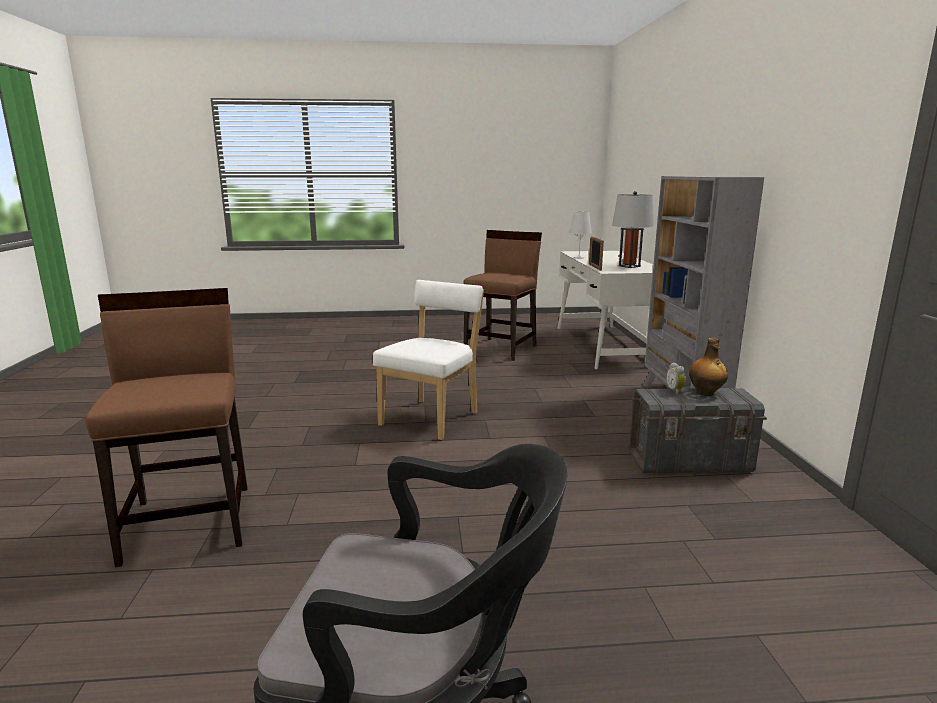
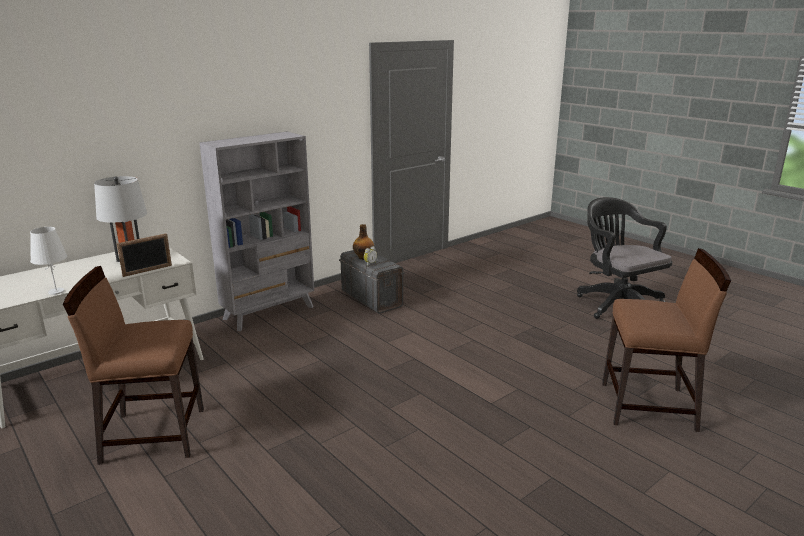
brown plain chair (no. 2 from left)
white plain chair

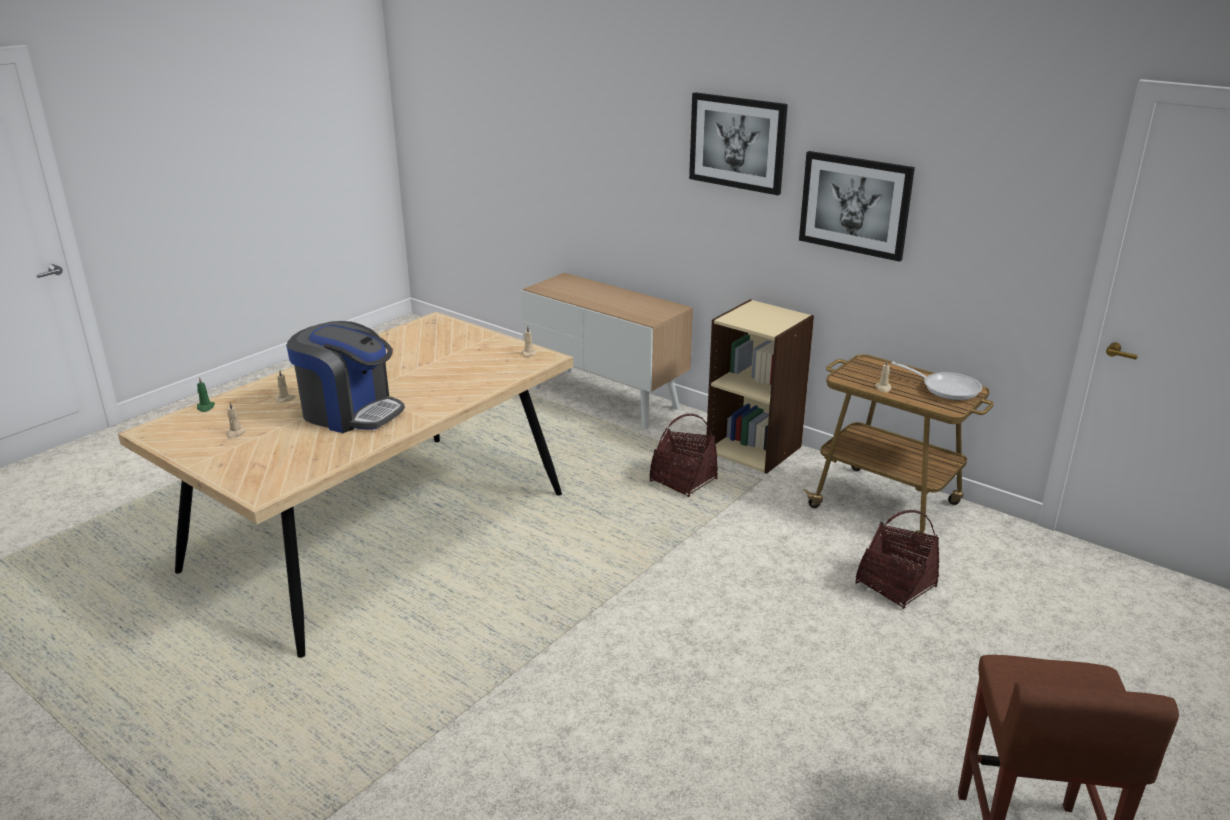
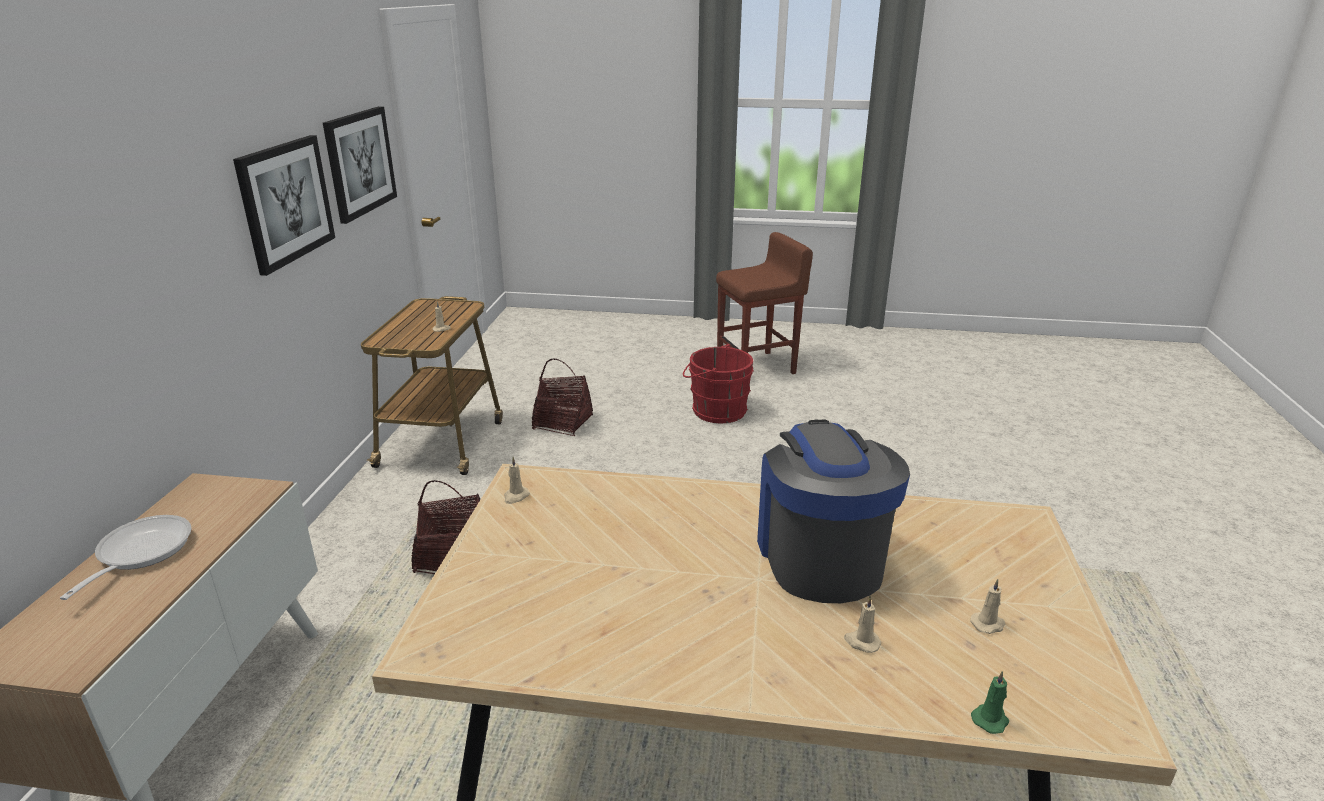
skillet
wall picture (no. 2 from left)
red water bucket
beige bookshelf

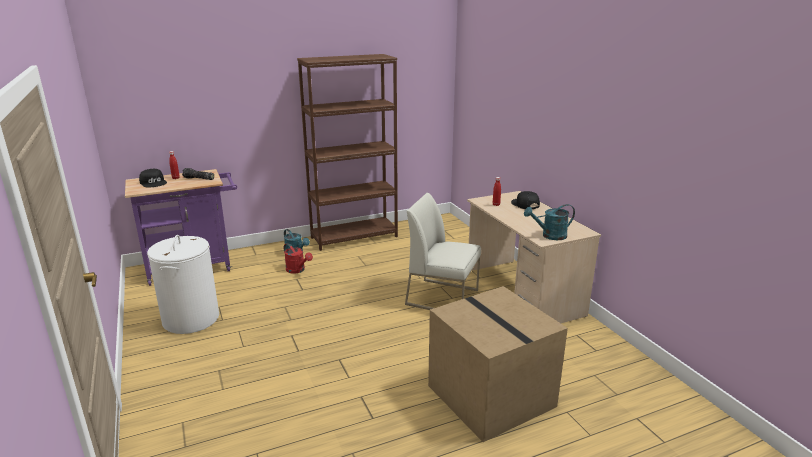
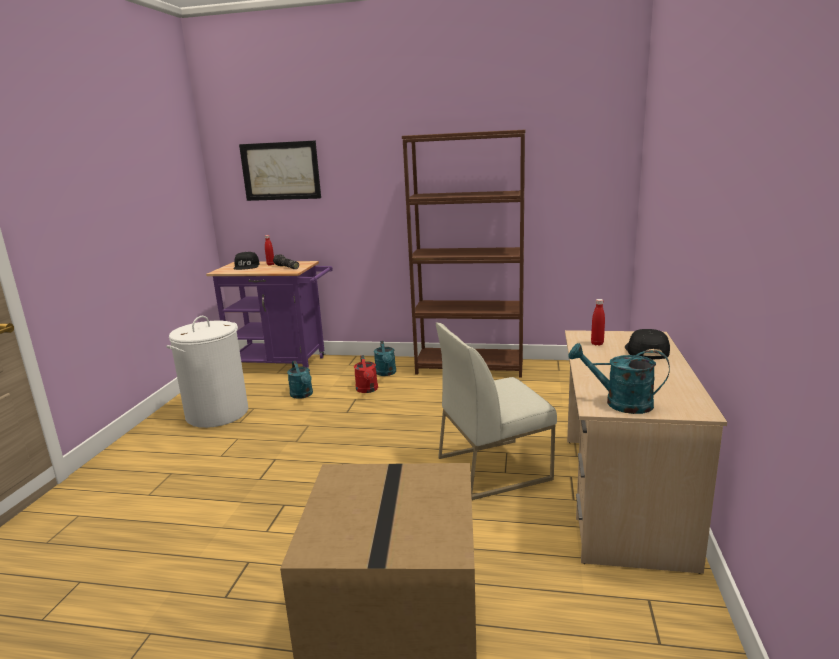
wall picture
turquoise-coloured watering pot (no. 1 from left)
white plain chair

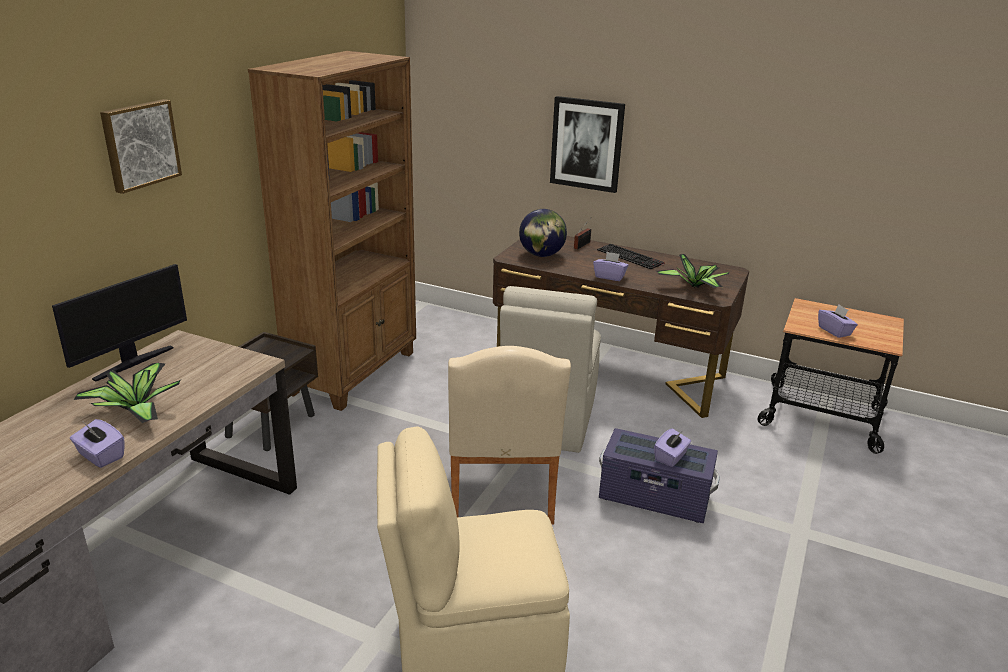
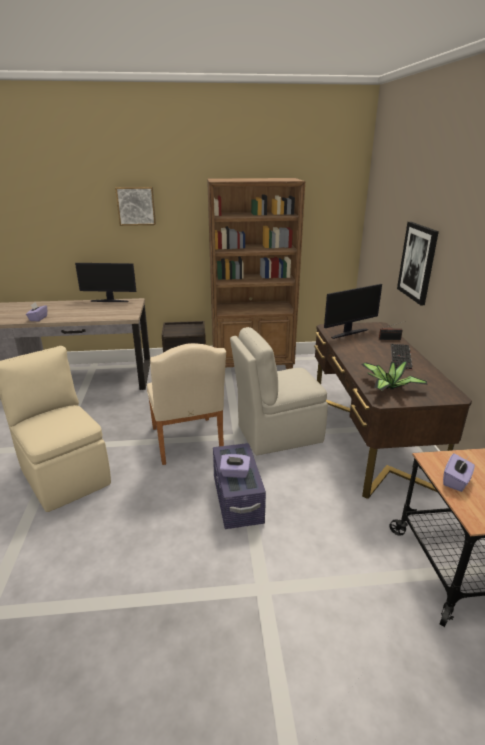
beige plain chair (no. 2 from left)
monitor (no. 2 from left)
houseplant (no. 1 from left in the first image)
purple tissue holder (no. 2 from left in the first image)

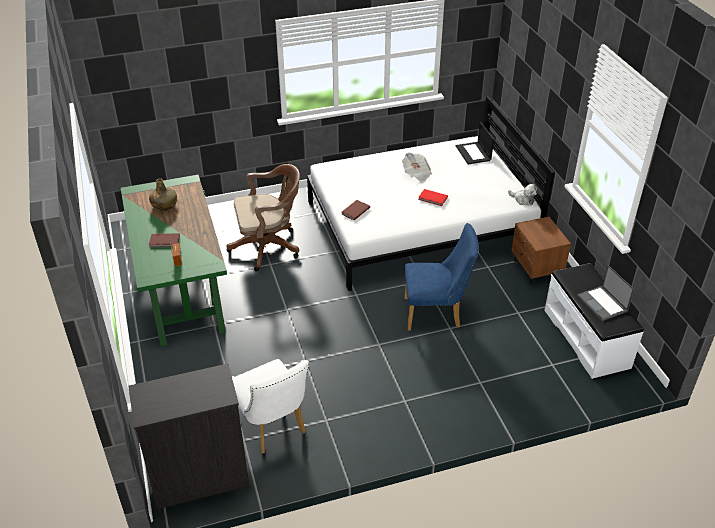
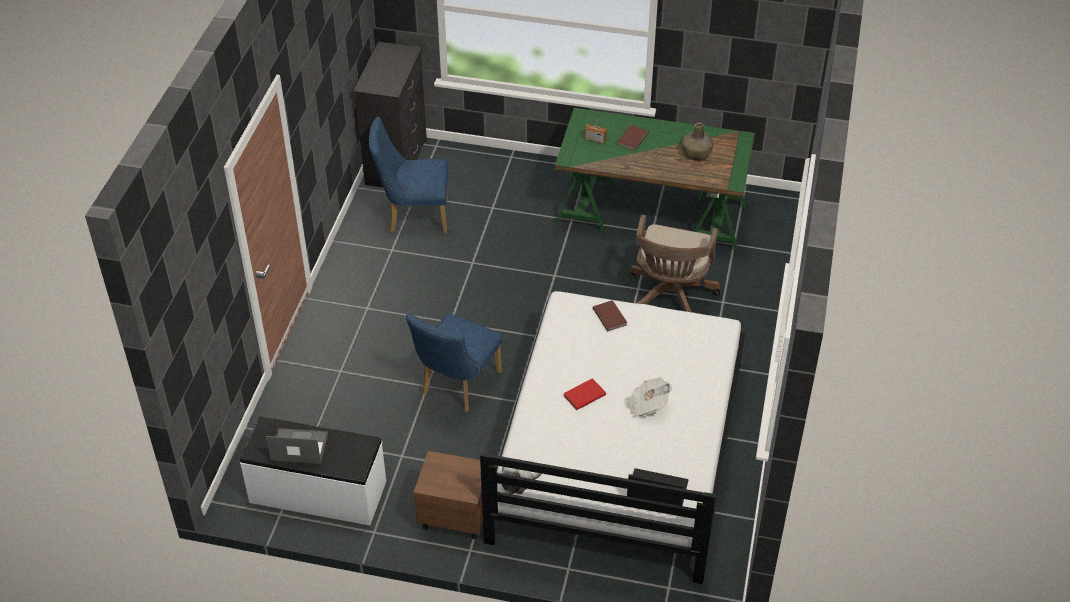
bluish plain chair (no. 1 from left)

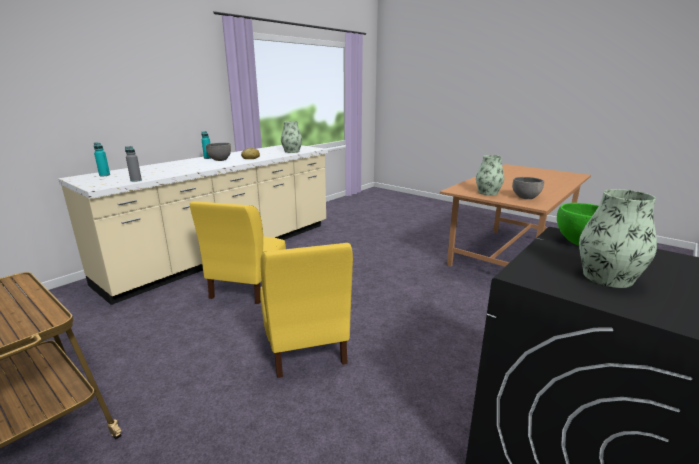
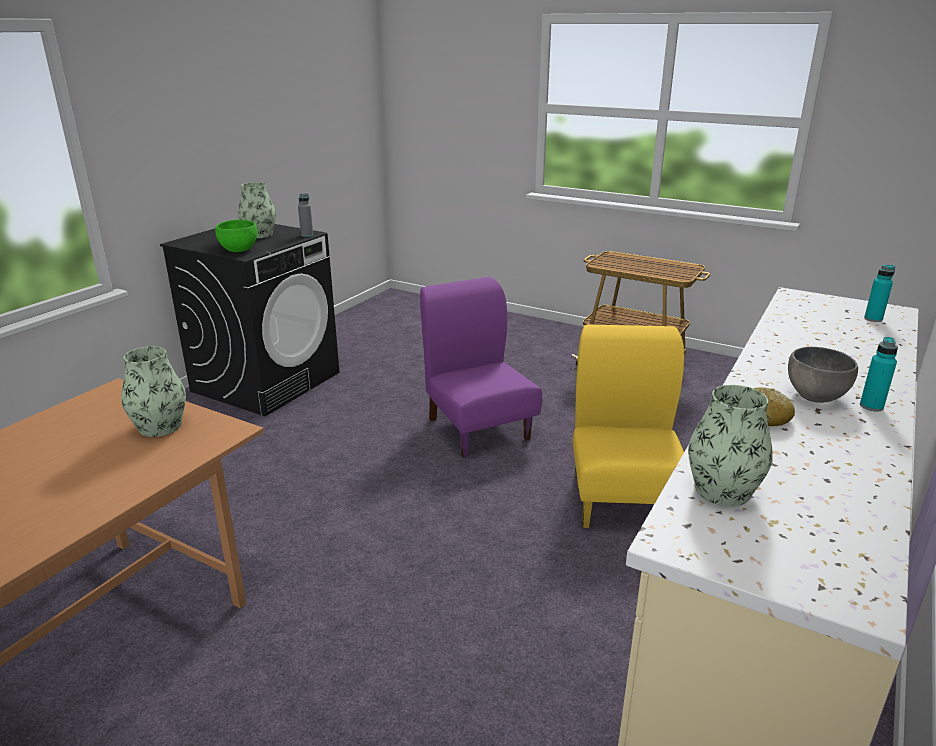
gray bottle
purple plain chair
gray deep dish (no. 2 from left in the first image)

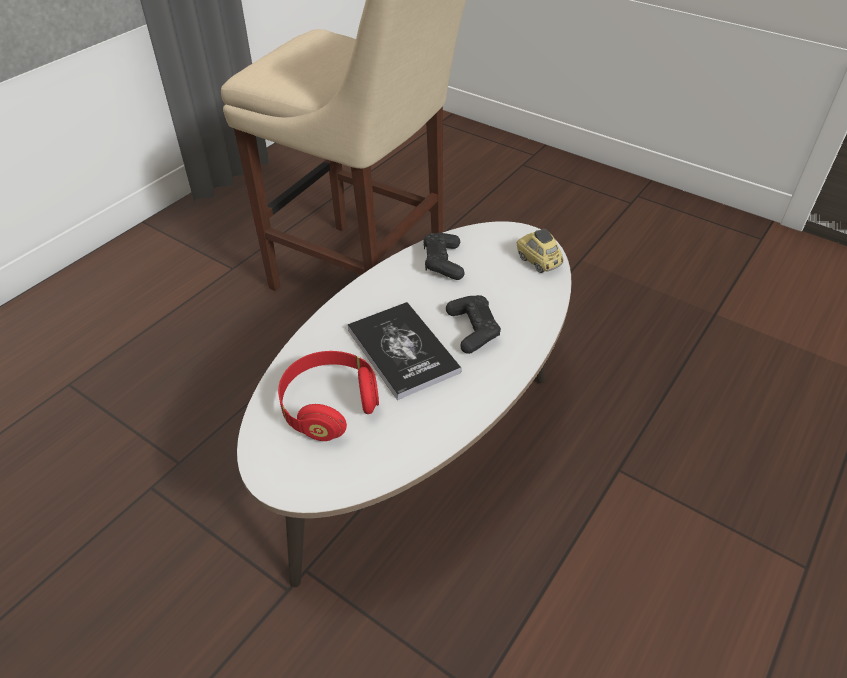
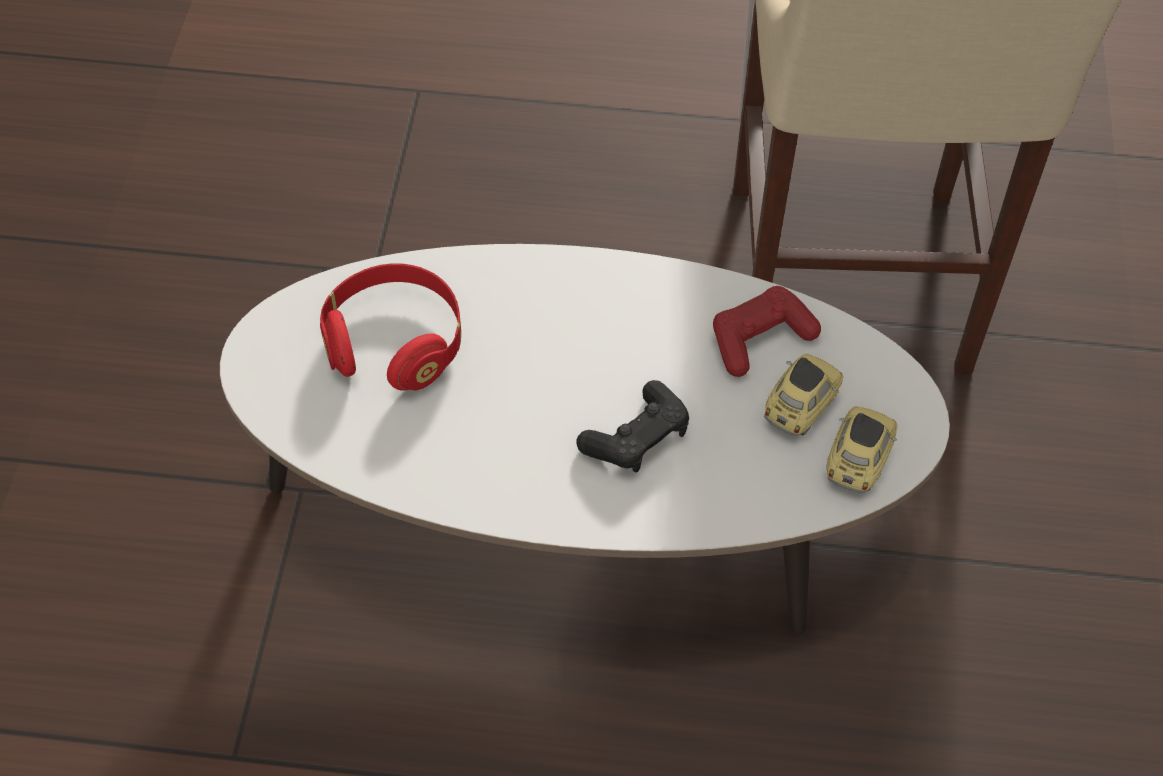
red gamepad
model car (no. 1 from left)
bound book

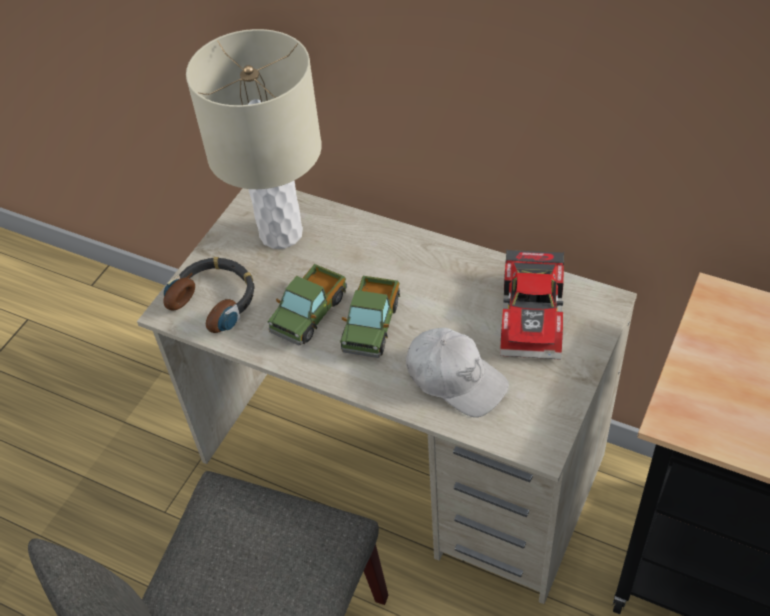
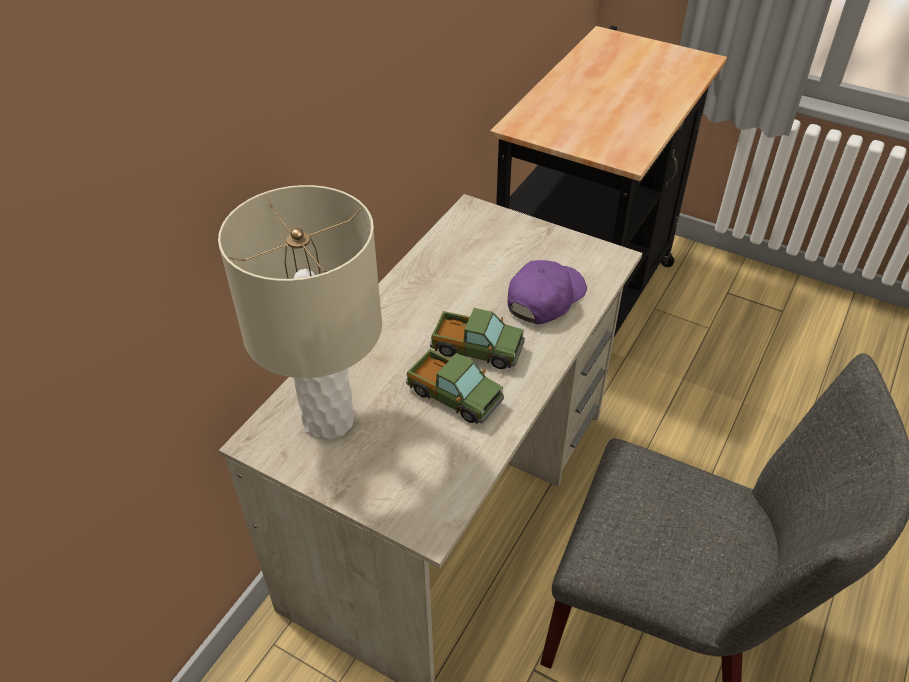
purple peaked cap
pair of headphones
model car

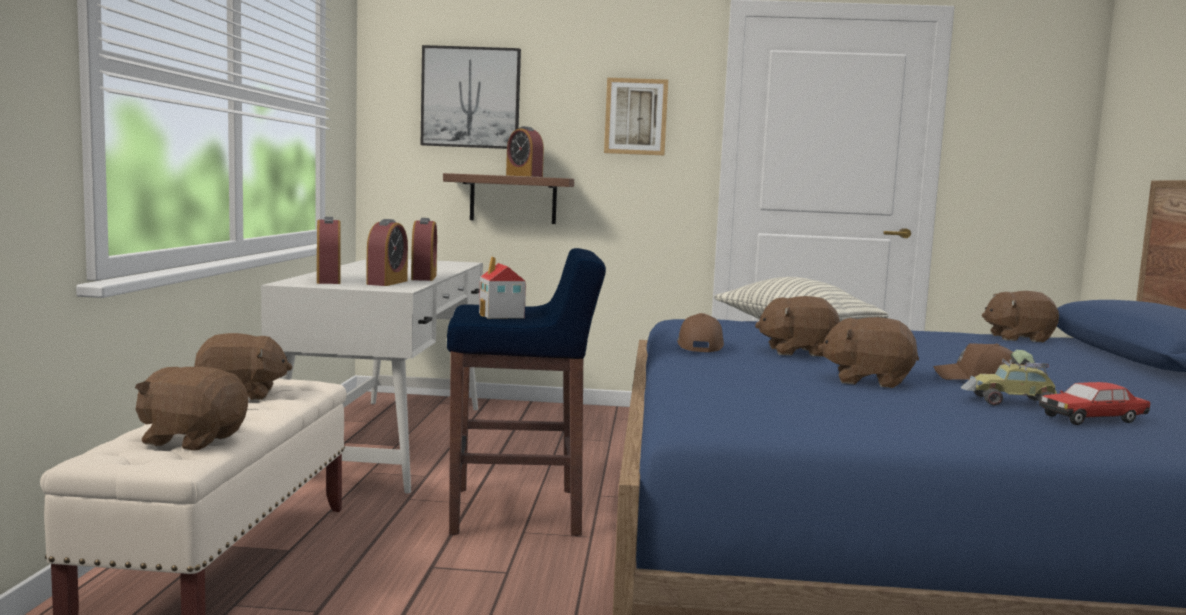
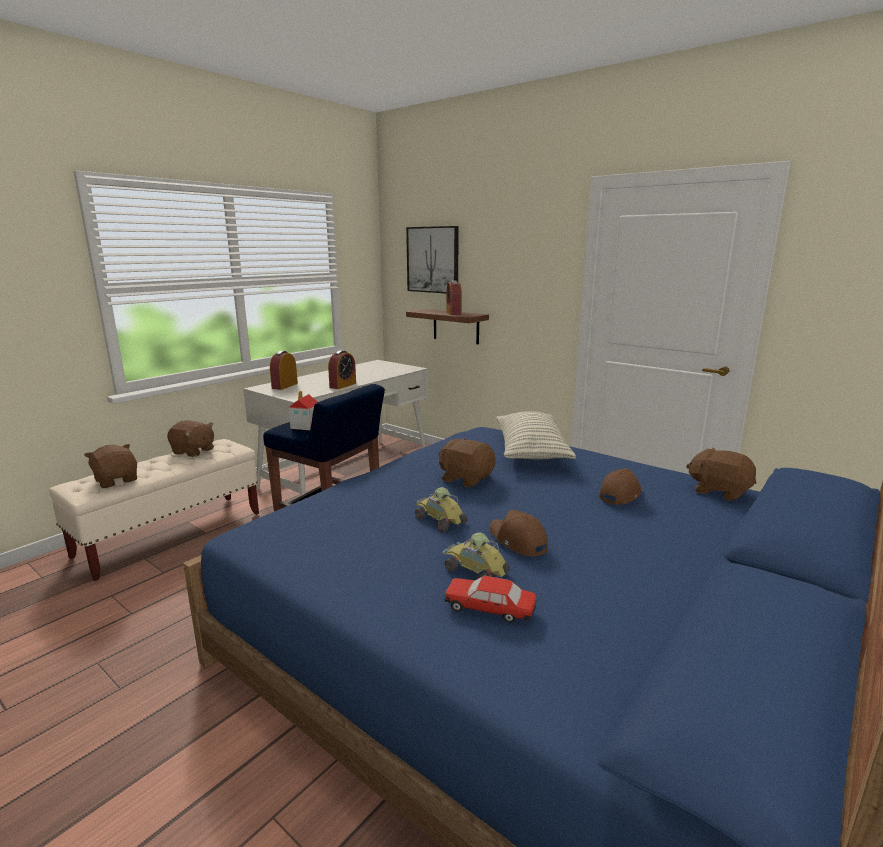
model car (no. 1 from left)
brown peaked cap (no. 2 from left)
table clock (no. 2 from left in the first image)
wall picture (no. 2 from left in the first image)

